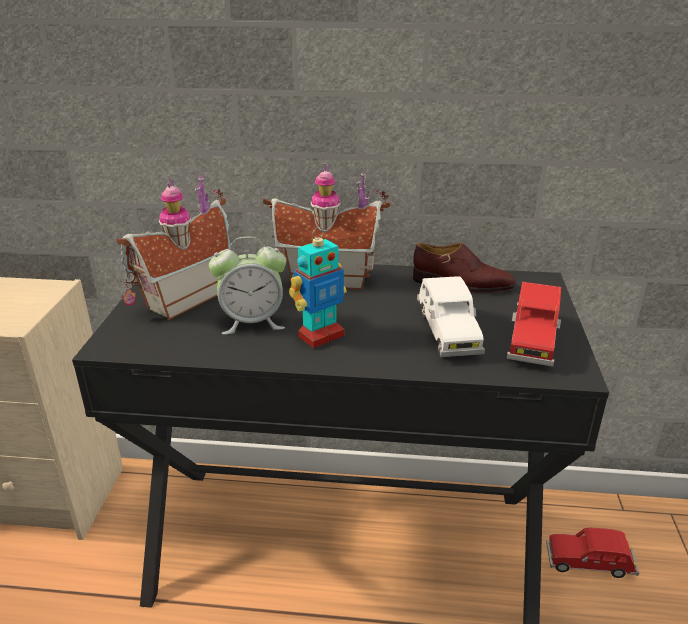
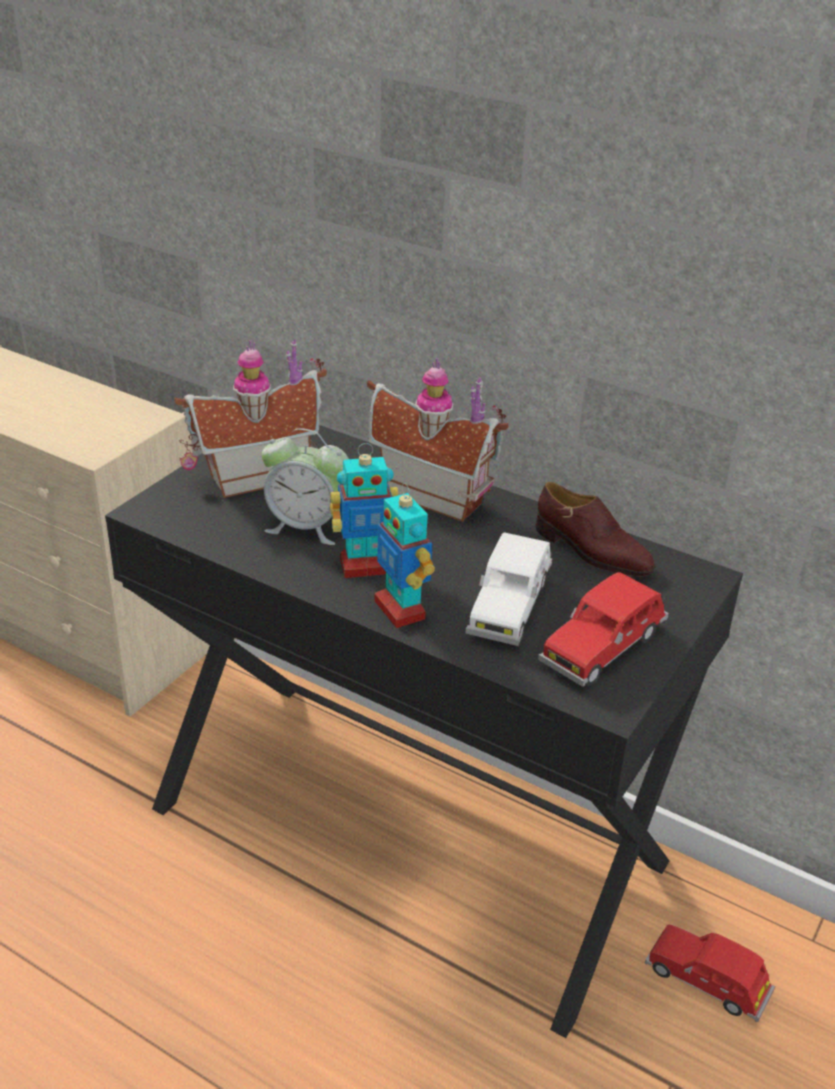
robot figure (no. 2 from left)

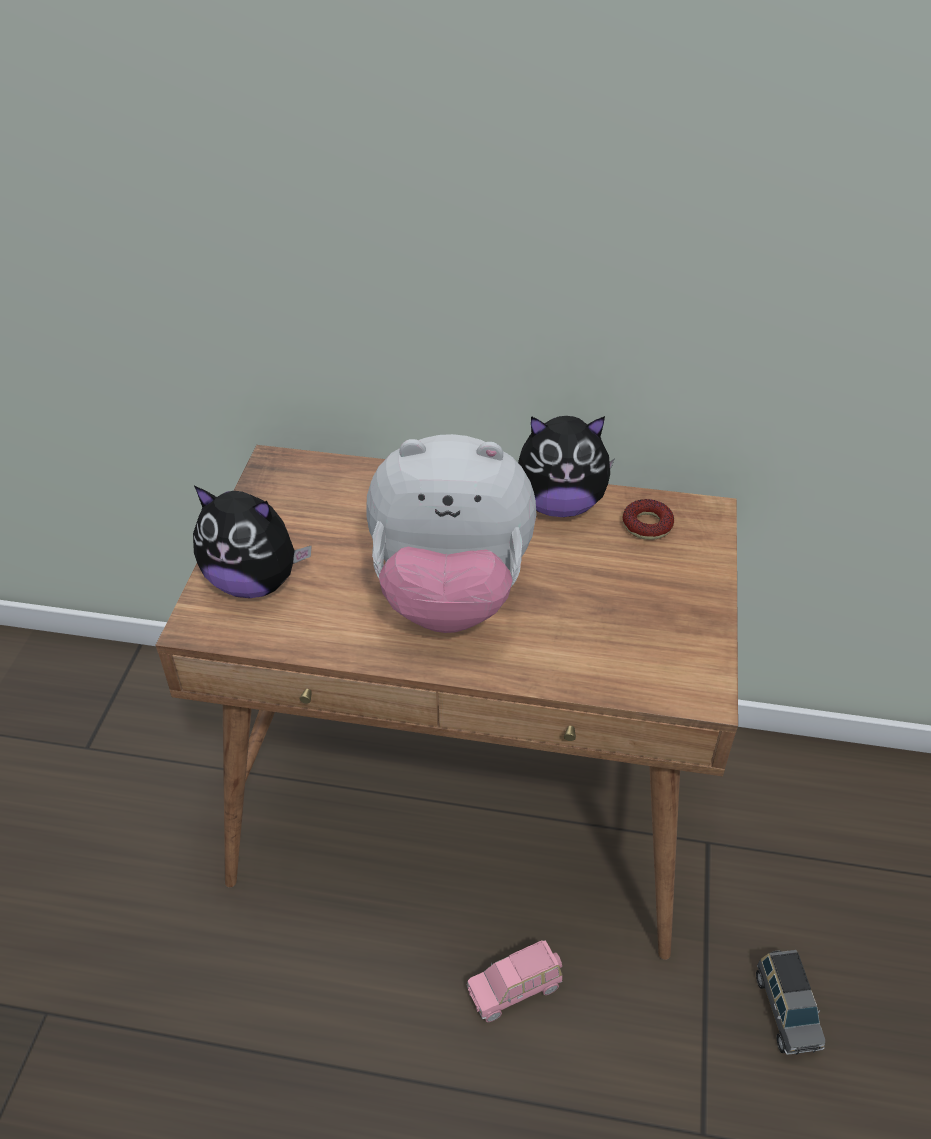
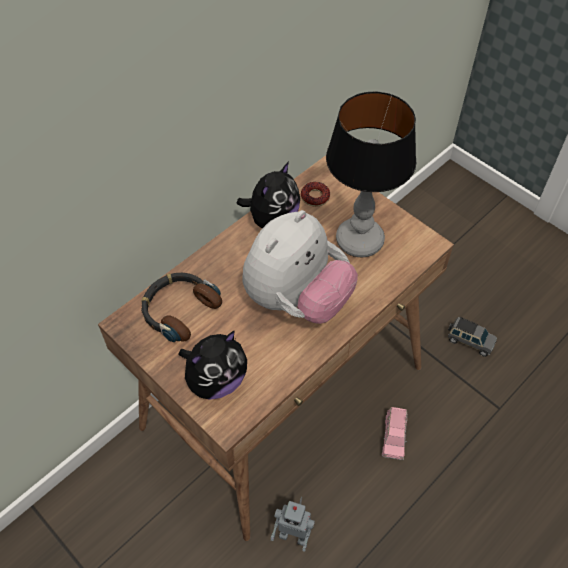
pair of headphones
robot figure
table lamp

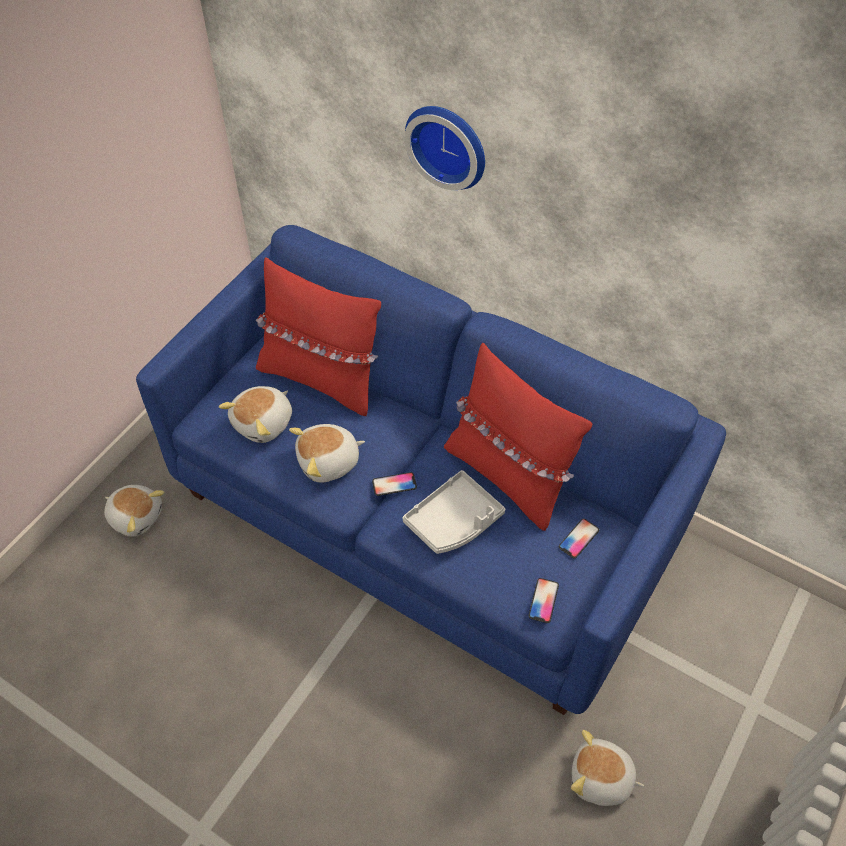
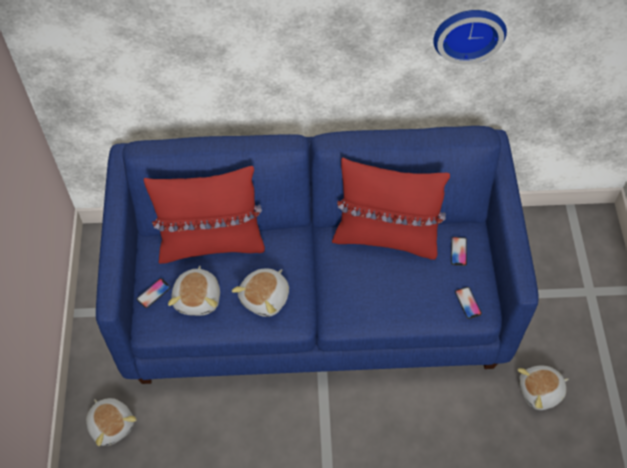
plush toy (no. 1 from left)
telephone (no. 1 from left)
hanging clock
gray tray

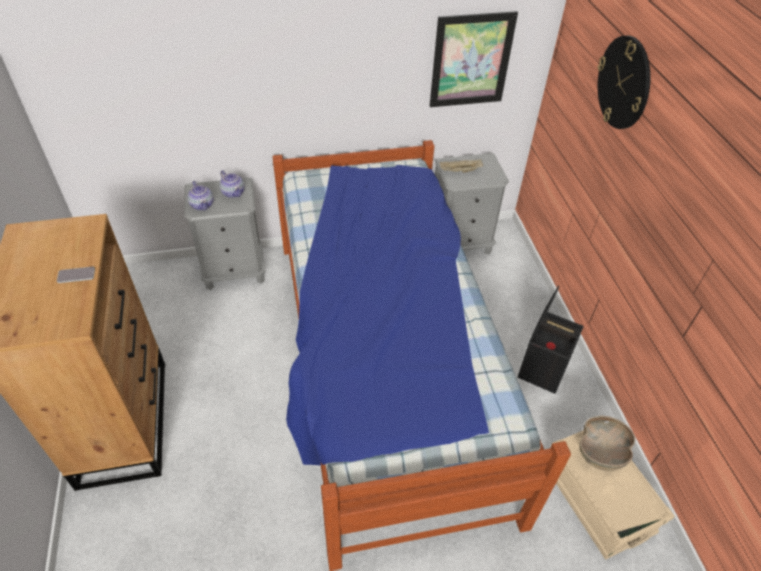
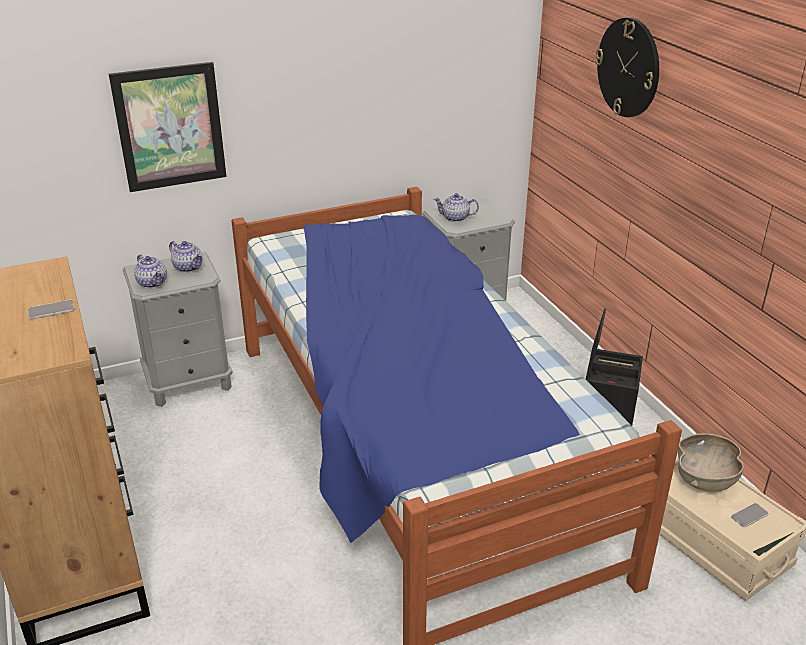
wall picture
tea pot (no. 3 from left)
telephone (no. 2 from left)

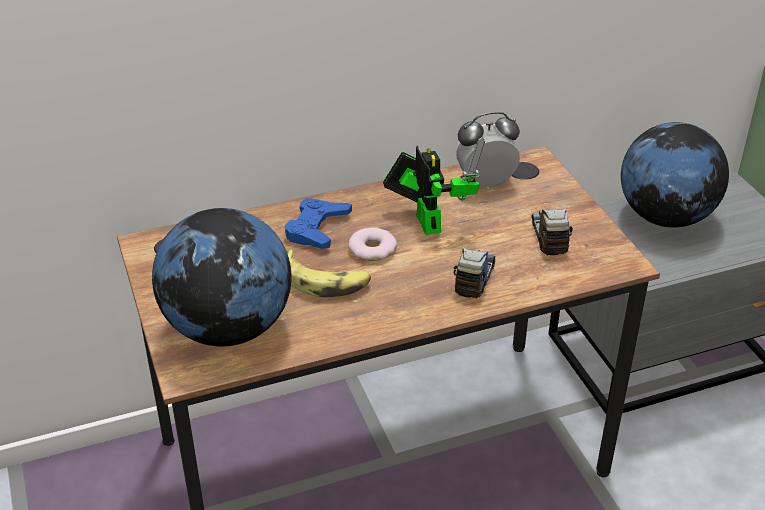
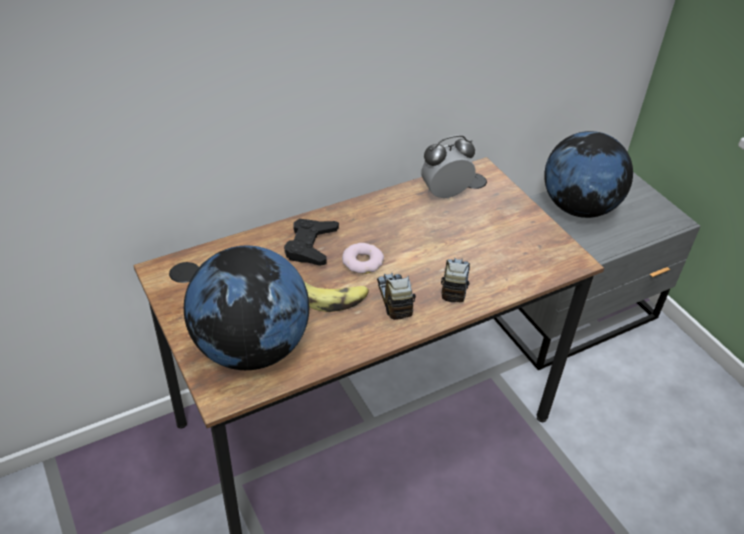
black gamepad
model truck (no. 1 from left)
robot figure

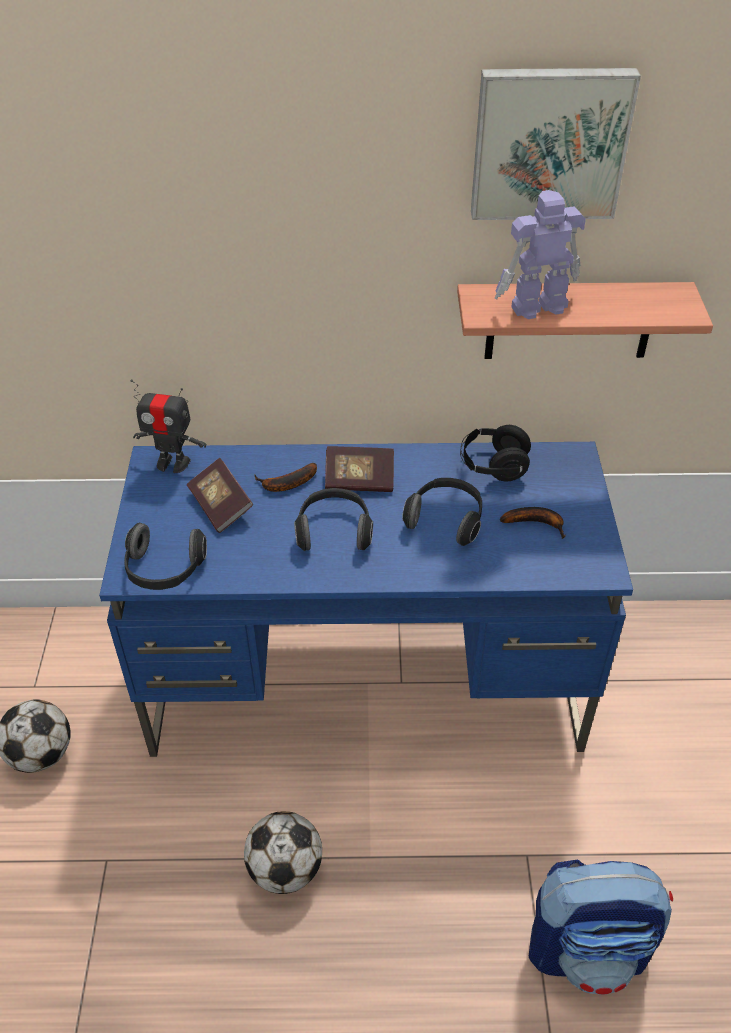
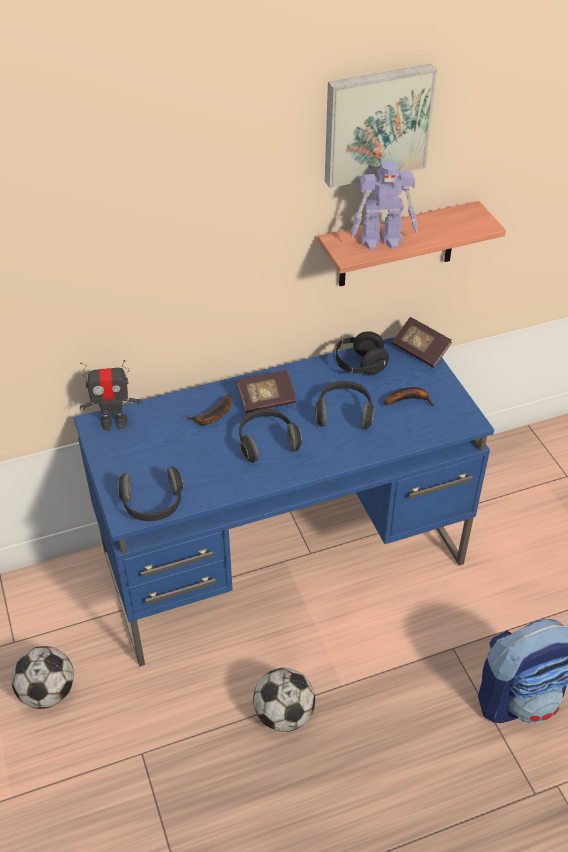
robot figure (no. 2 from left)
bound book (no. 2 from left)

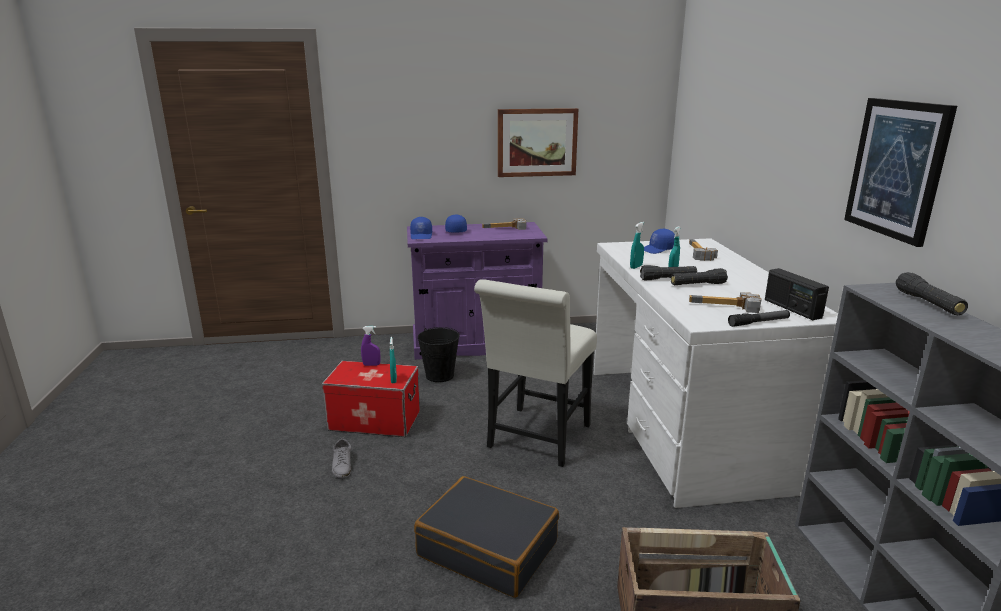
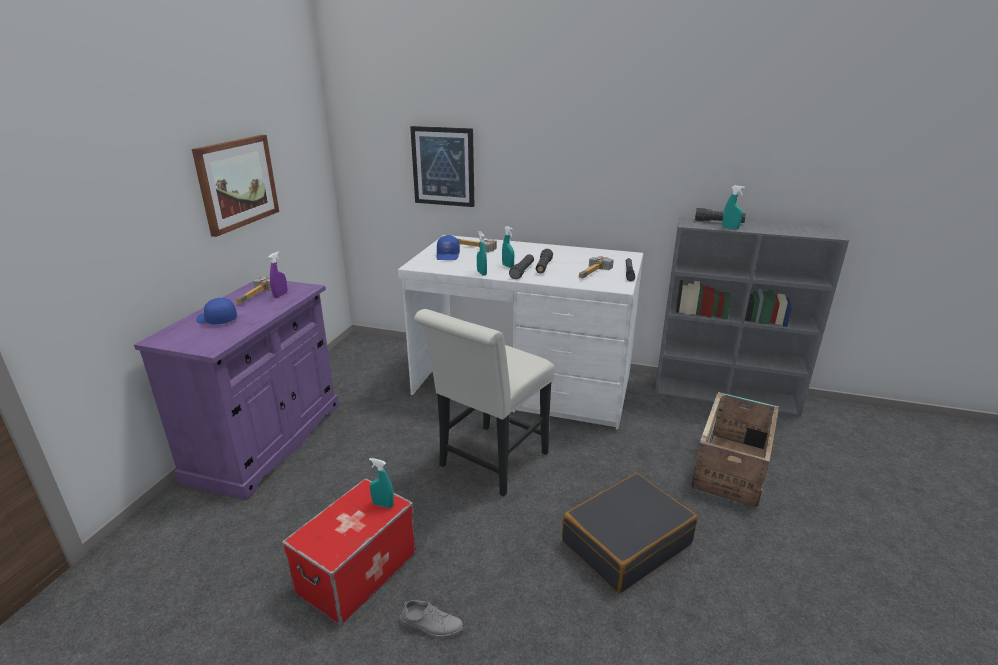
purple sprayer
wall picture (no. 2 from left)
white plain chair
turquoise-coloured sprayer (no. 4 from left)
bluish peaked cap (no. 1 from left in the first image)
black water bucket
radio

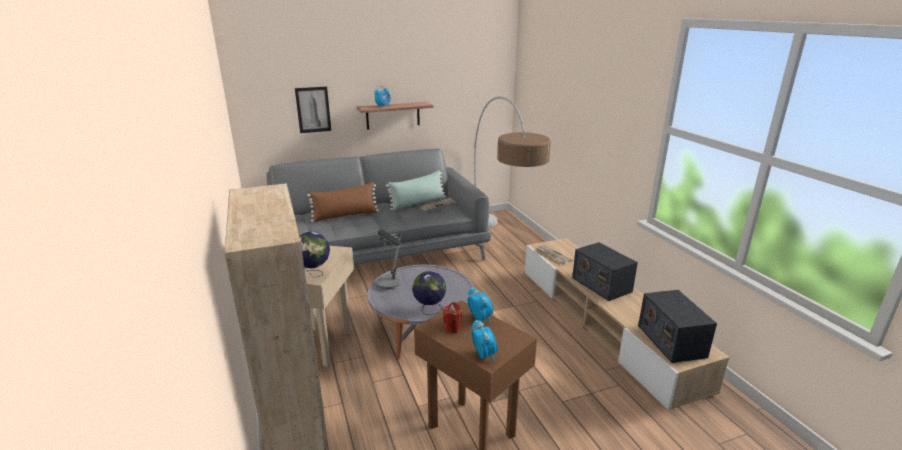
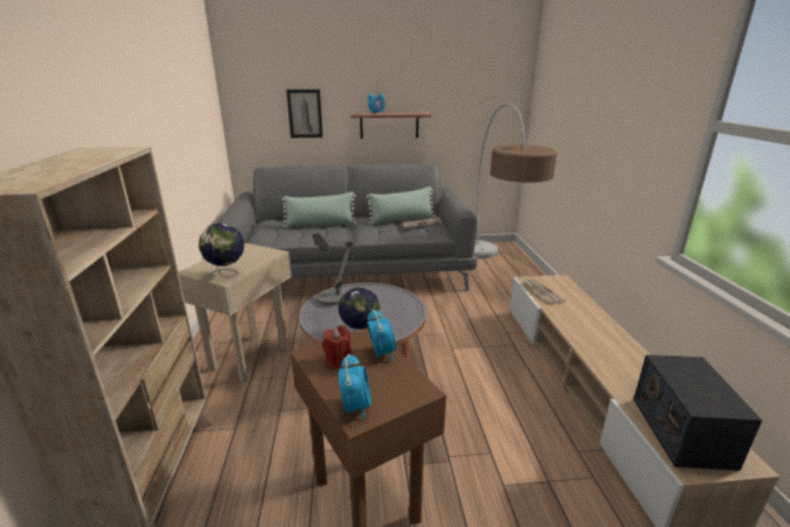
green cushion (no. 1 from left)
radio (no. 1 from left in the first image)

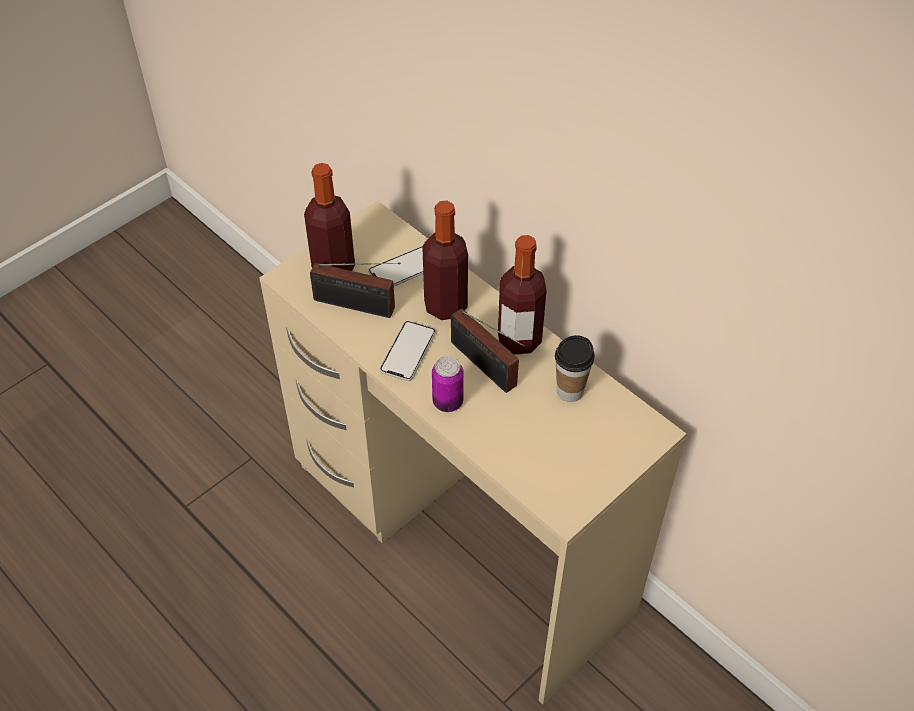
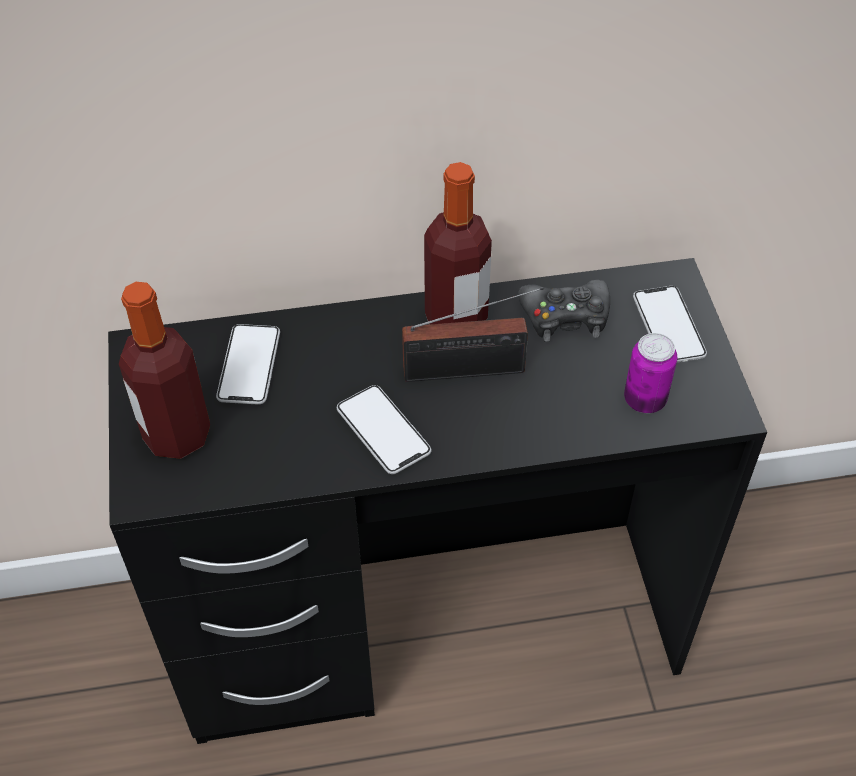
black desk table
black gamepad
sealed can
telephone (no. 3 from left)
radio (no. 1 from left in the first image)
bottle (no. 2 from left in the first image)

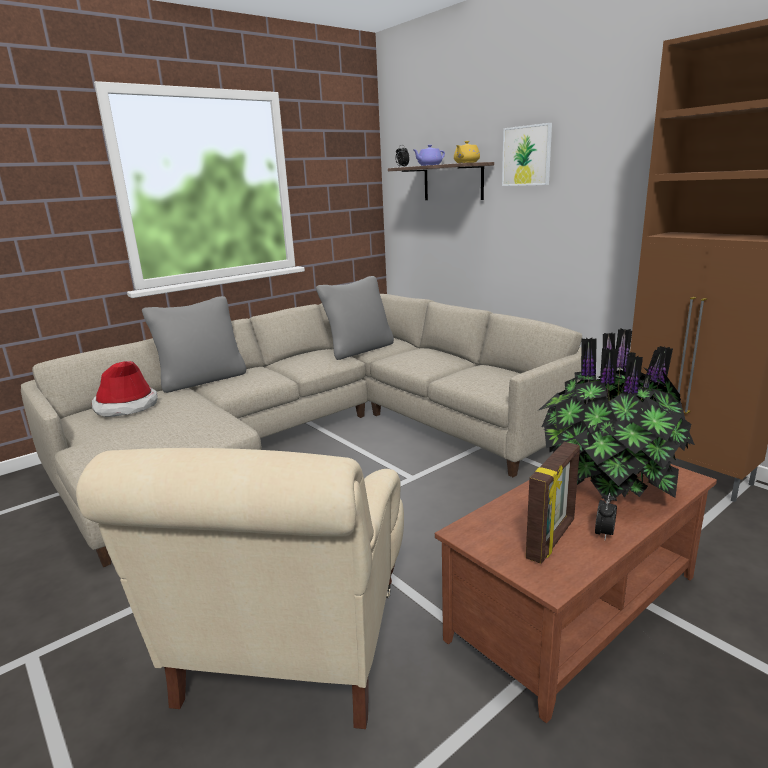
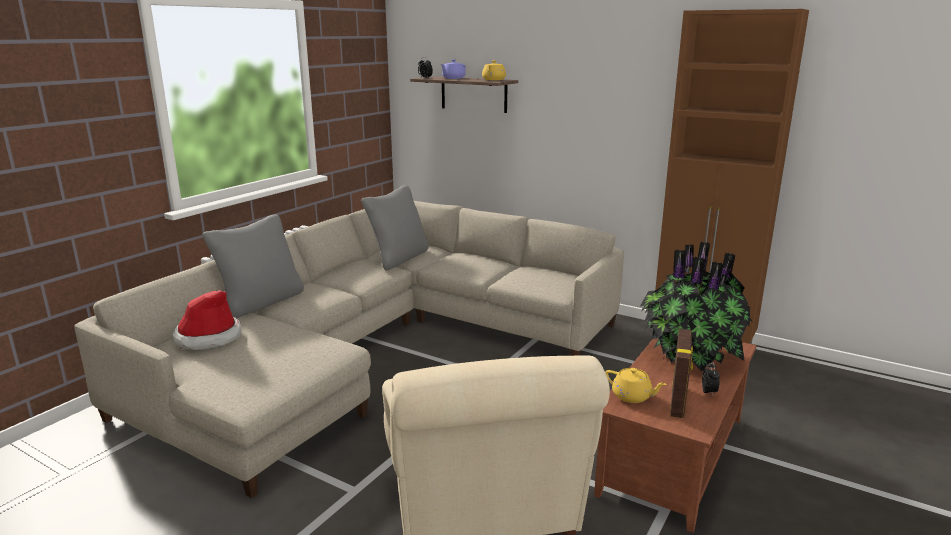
yellowish tea pot (no. 2 from left)
wall picture

